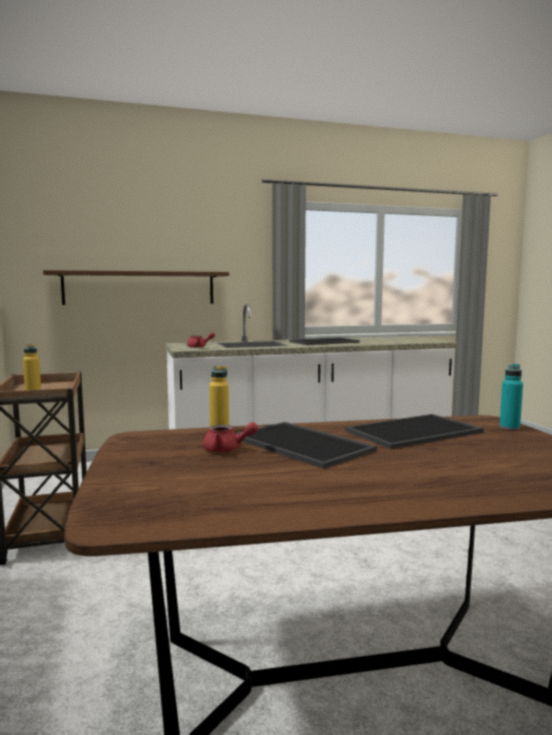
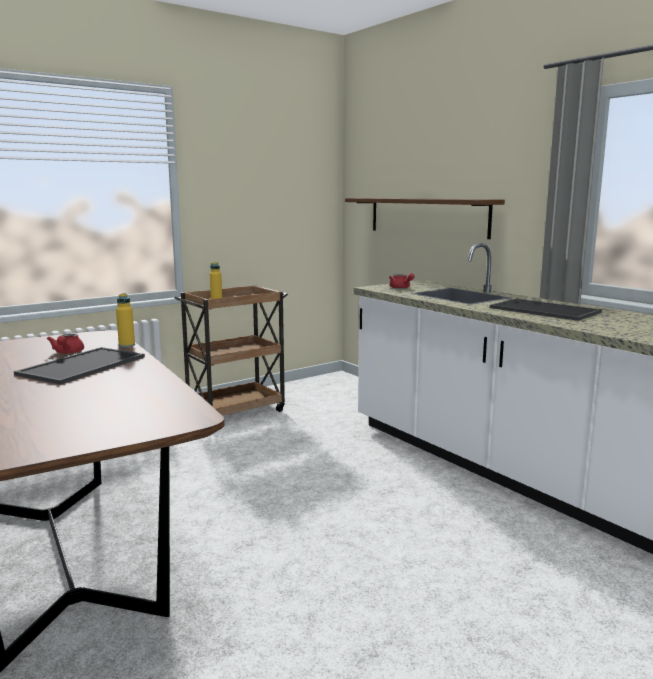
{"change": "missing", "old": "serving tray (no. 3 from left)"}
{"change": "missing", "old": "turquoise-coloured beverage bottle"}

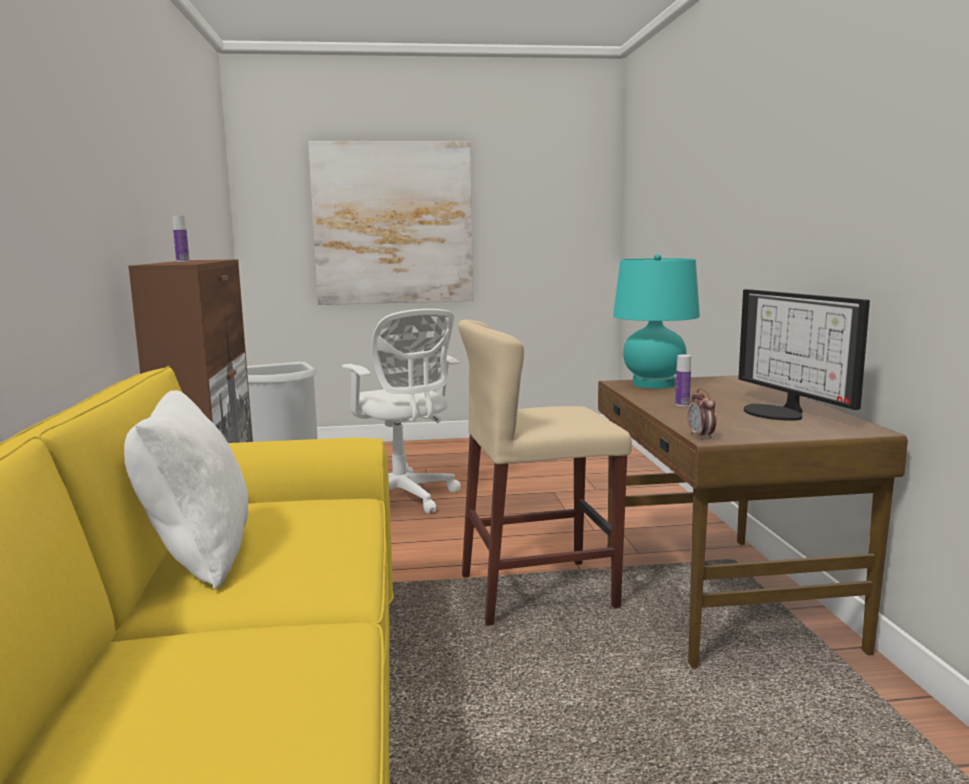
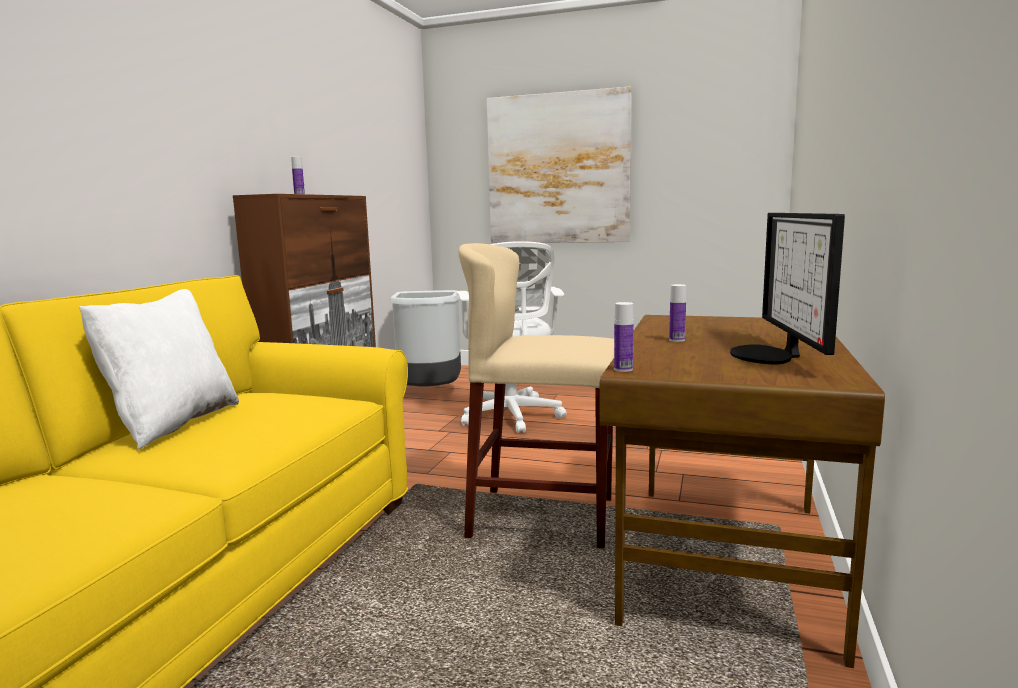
{"change": "exchanged", "old": "bedside clock", "new": "beverage bottle (no. 2 from left)"}
{"change": "missing", "old": "turquoise-coloured tabletop lamp"}

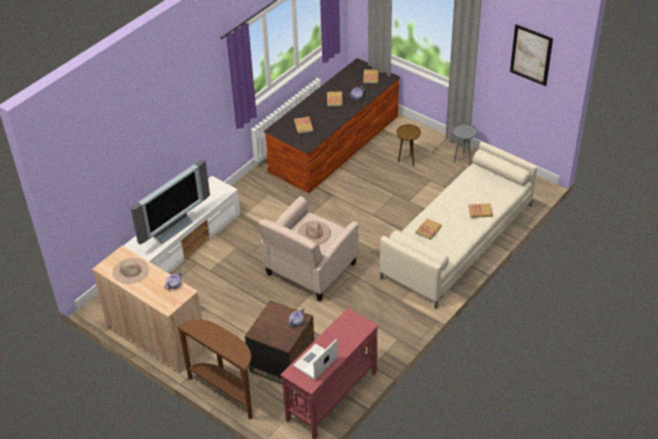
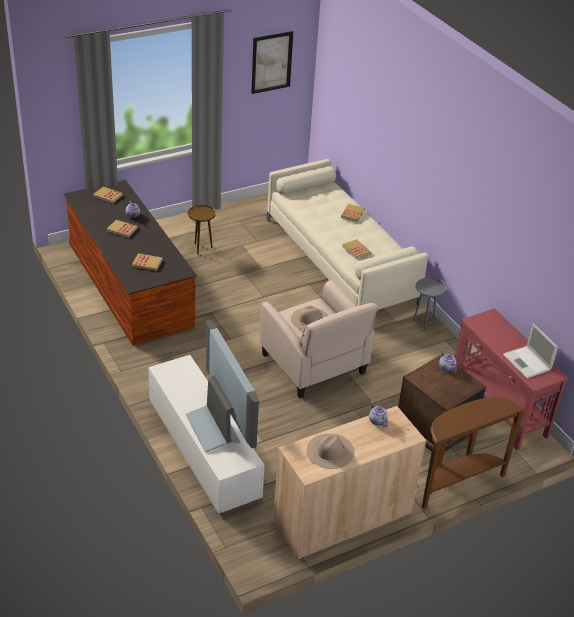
{"change": "relocated", "old": "greyish accent table"}

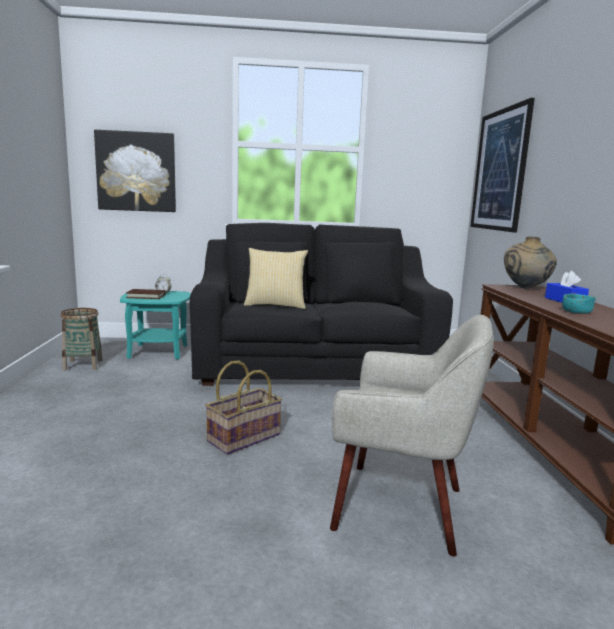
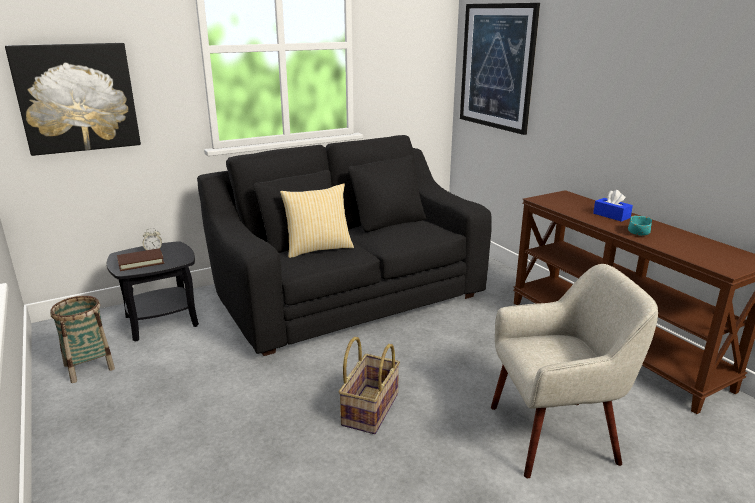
{"change": "colour", "old": "turquoise-coloured accent table", "new": "black accent table"}
{"change": "missing", "old": "beige-coloured flower vase"}

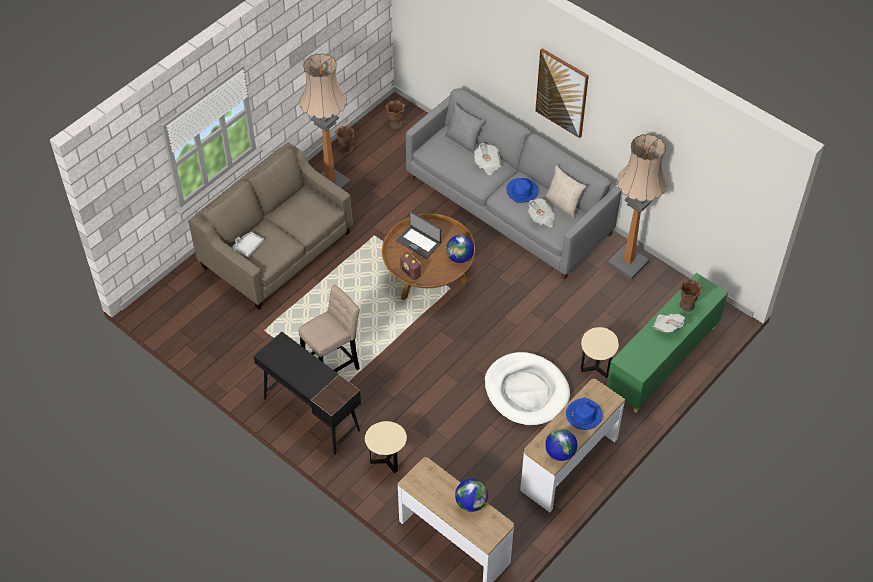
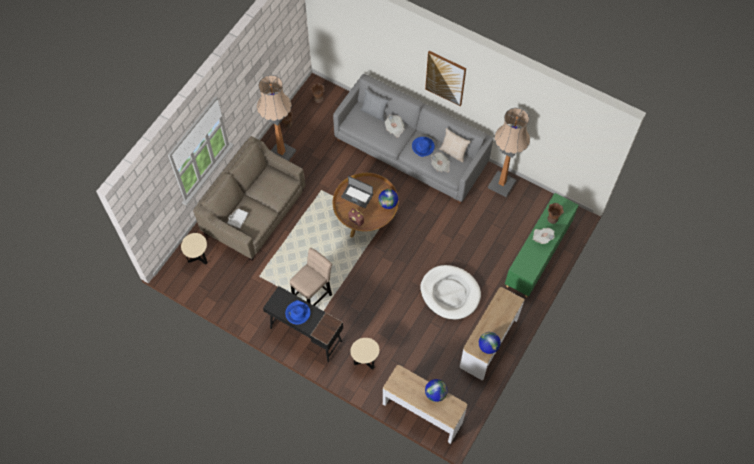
{"change": "relocated", "old": "beige-coloured accent table (no. 2 from left in the first image)", "new": "beige-coloured accent table (no. 1 from left)"}
{"change": "relocated", "old": "blue hat (no. 2 from left in the first image)", "new": "blue hat (no. 1 from left)"}

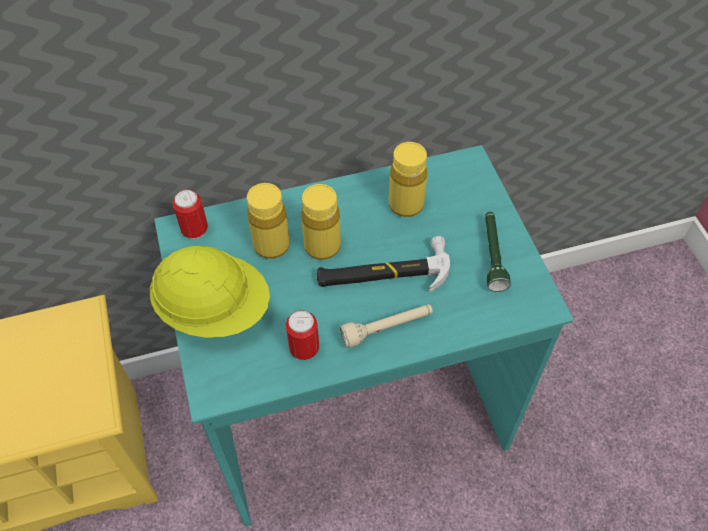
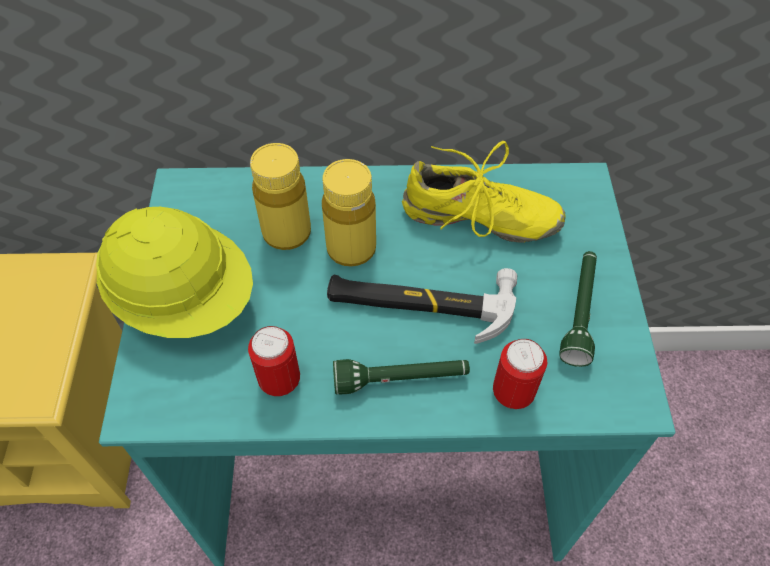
{"change": "colour", "old": "beige-coloured flashlight", "new": "green flashlight (no. 1 from left)"}
{"change": "exchanged", "old": "yellow-coloured beverage bottle (no. 3 from left)", "new": "yellow-coloured low shoe"}
{"change": "relocated", "old": "sealed can (no. 1 from left in the first image)", "new": "sealed can (no. 2 from left)"}

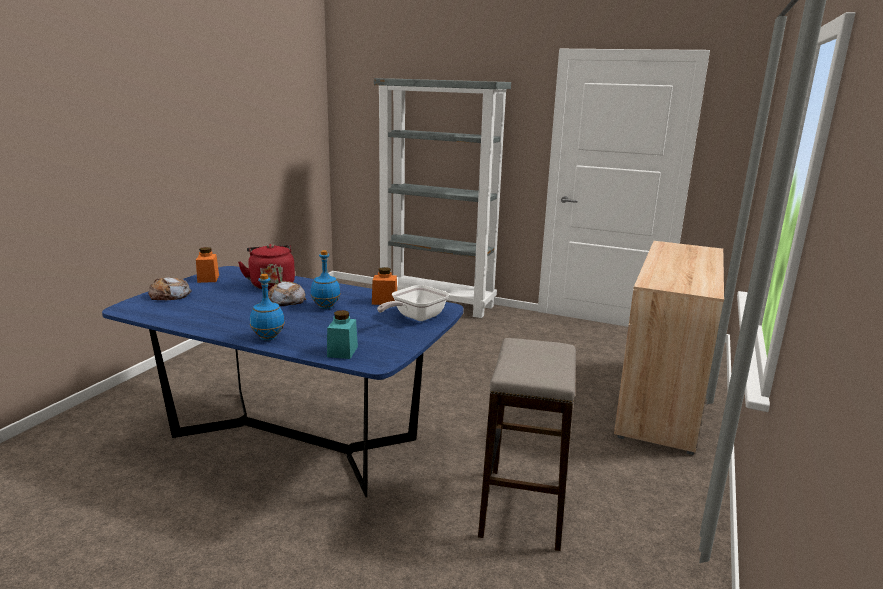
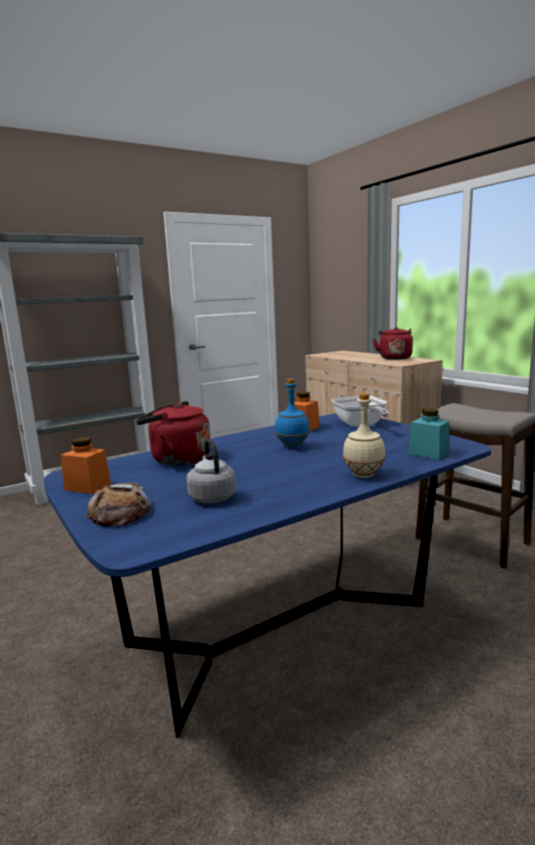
{"change": "appeared", "new": "greyish water kettle"}
{"change": "colour", "old": "blue beverage bottle (no. 1 from left)", "new": "beige-coloured beverage bottle"}
{"change": "appeared", "new": "red-coloured water kettle (no. 2 from left)"}
{"change": "missing", "old": "baked bread (no. 2 from left)"}

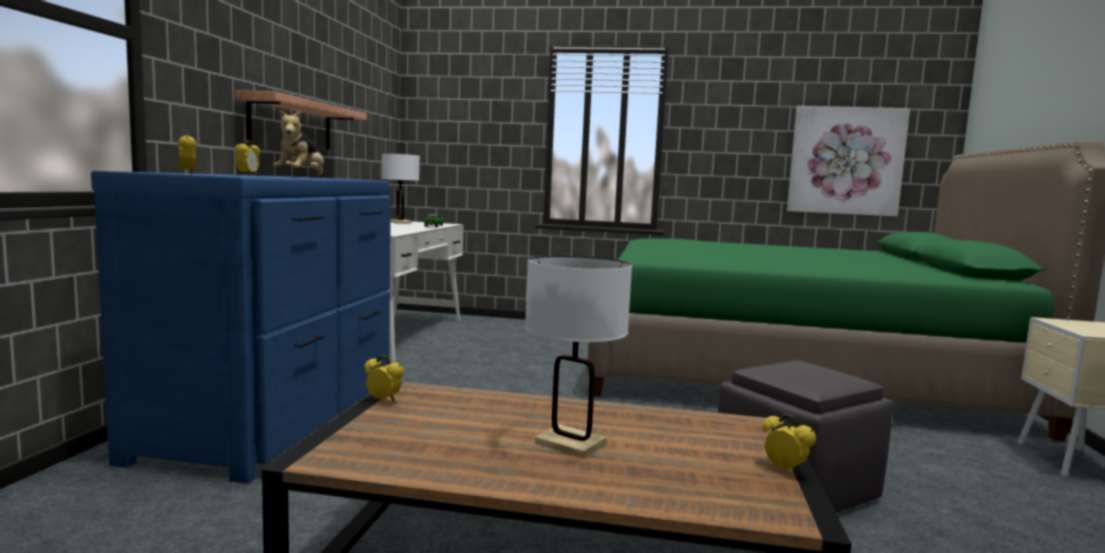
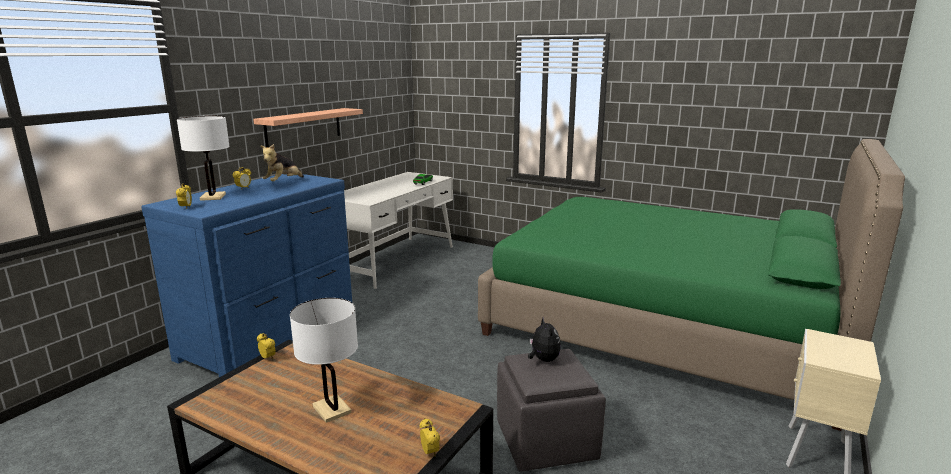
{"change": "relocated", "old": "whitish tabletop lamp (no. 1 from left)"}
{"change": "appeared", "new": "plush toy (no. 2 from left)"}
{"change": "missing", "old": "picture"}

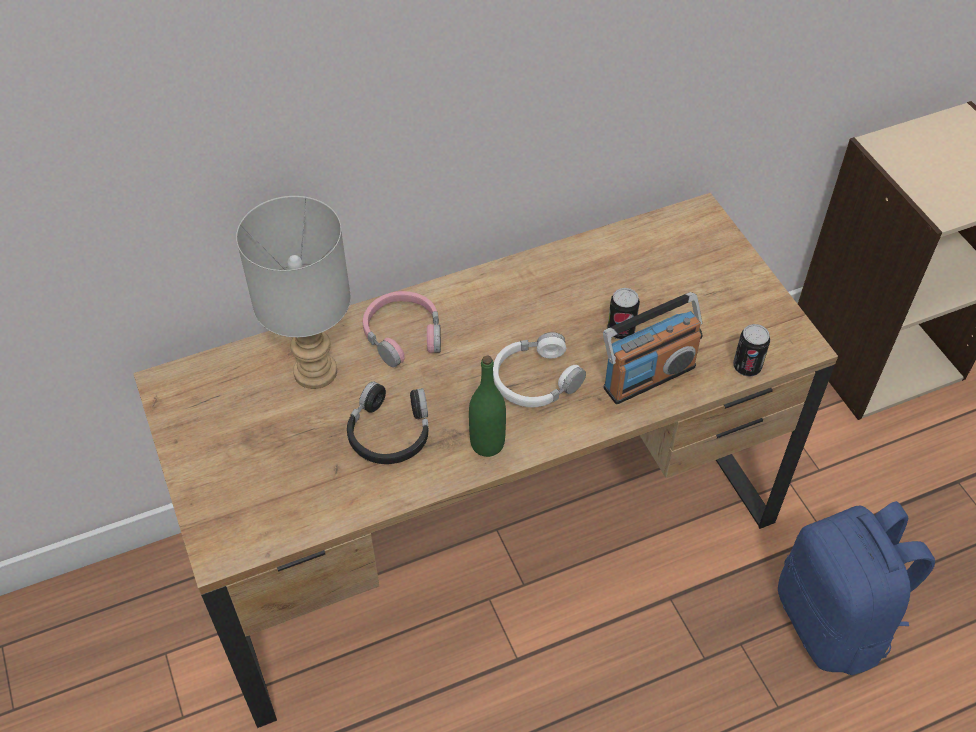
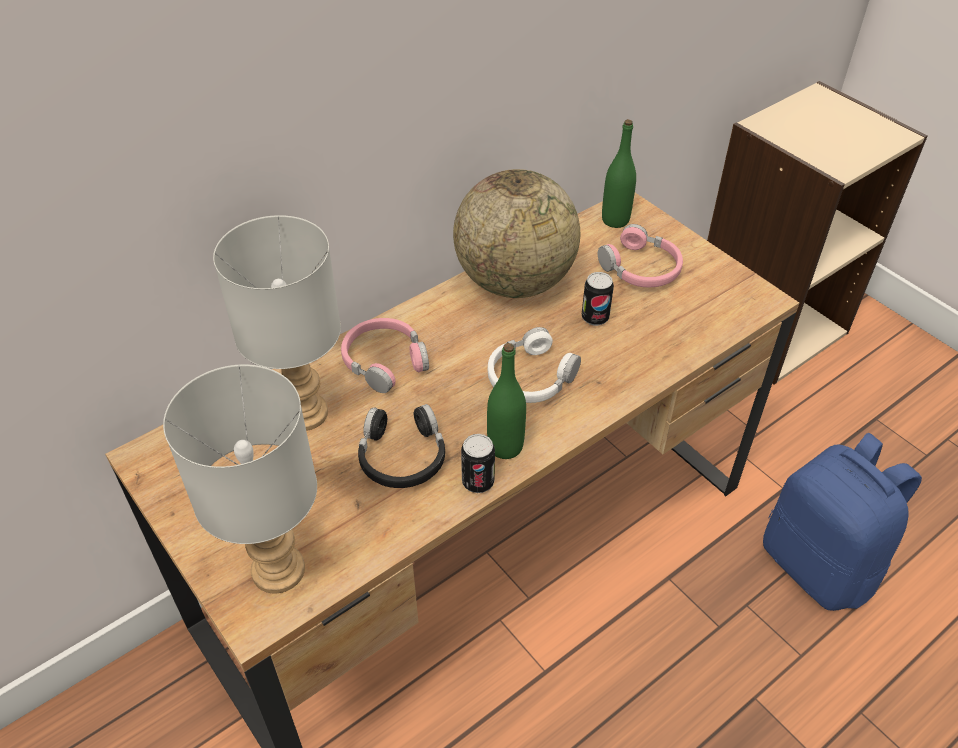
{"change": "appeared", "new": "greyish tabletop lamp (no. 1 from left)"}
{"change": "appeared", "new": "globe"}
{"change": "relocated", "old": "sealed can (no. 2 from left in the first image)", "new": "sealed can (no. 1 from left)"}
{"change": "appeared", "new": "pink pair of headphones (no. 2 from left)"}
{"change": "appeared", "new": "green beverage bottle (no. 2 from left)"}
{"change": "missing", "old": "radio"}

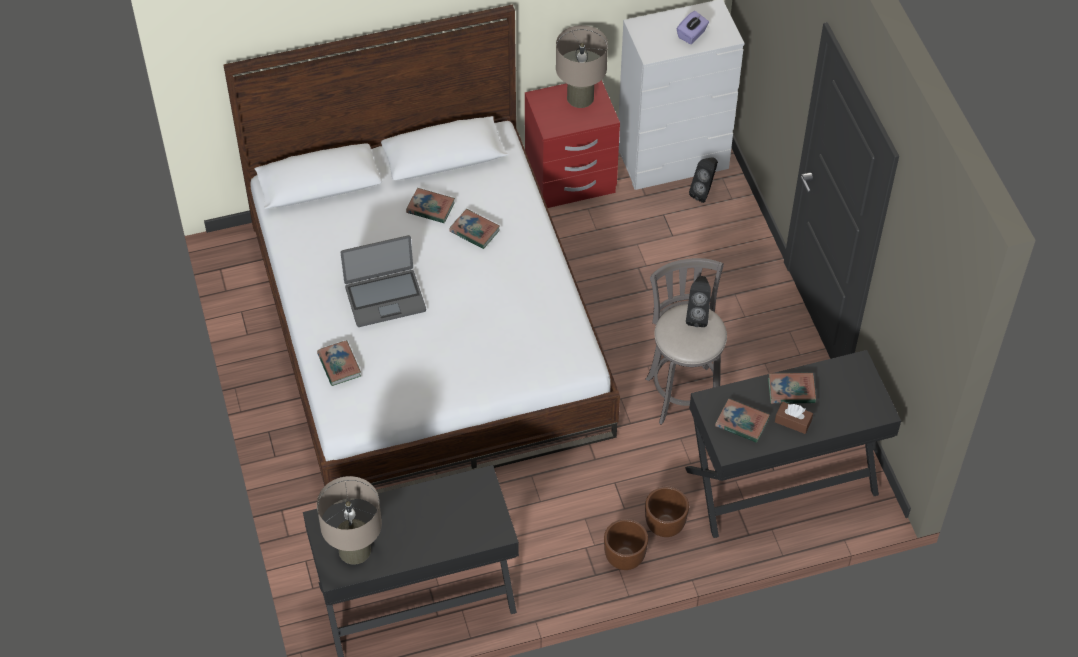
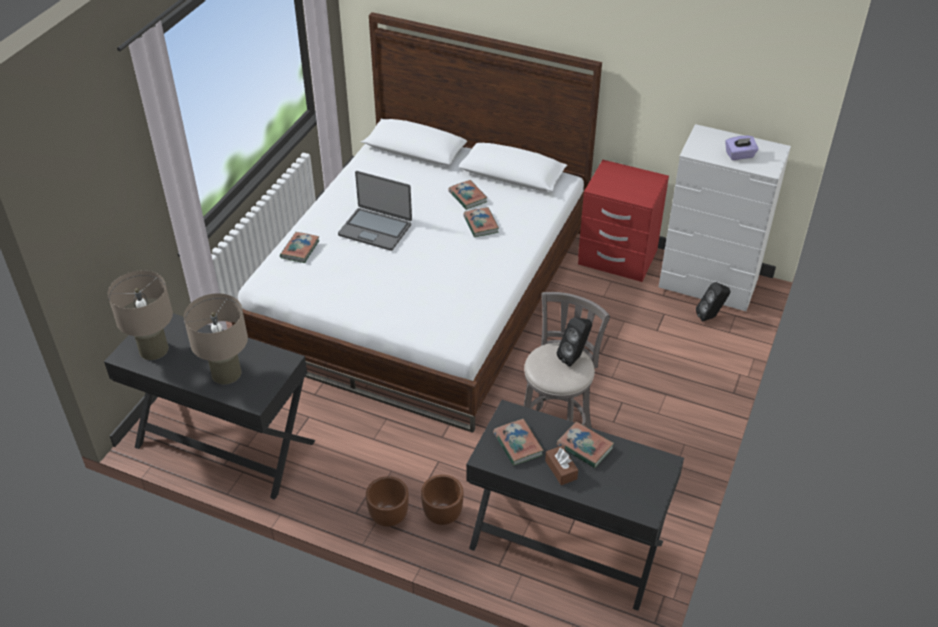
{"change": "relocated", "old": "beige-coloured tabletop lamp (no. 2 from left)"}

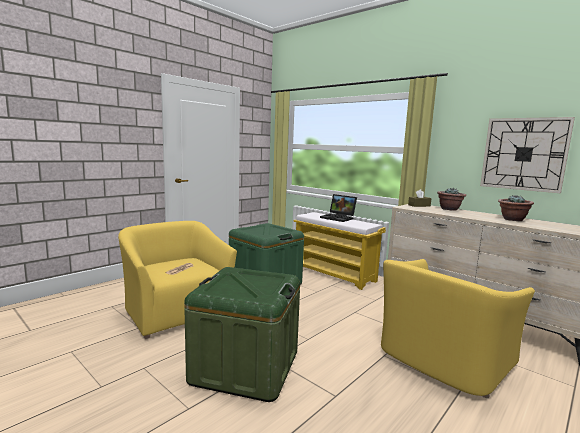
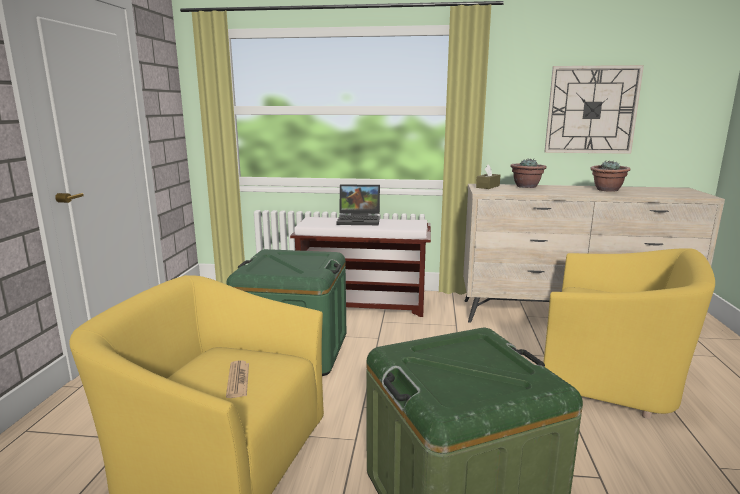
{"change": "colour", "old": "yellow-coloured long seat", "new": "brown-coloured long seat"}
{"change": "spun", "old": "yellow-coloured armchair (no. 2 from left)", "degrees": -75}

